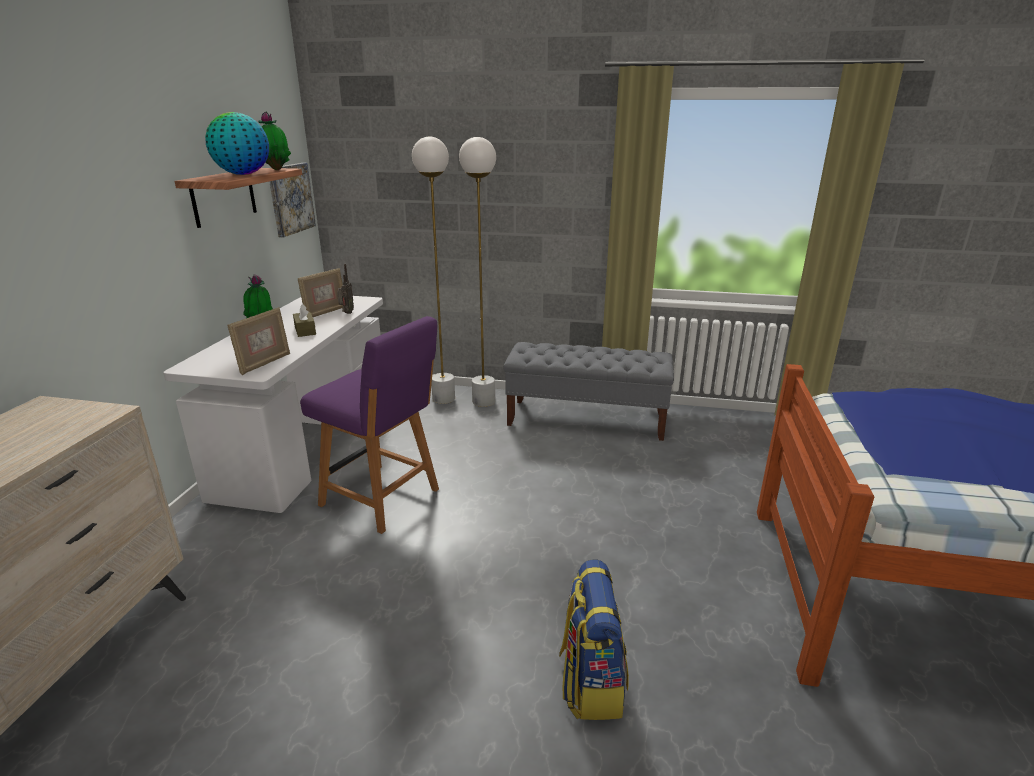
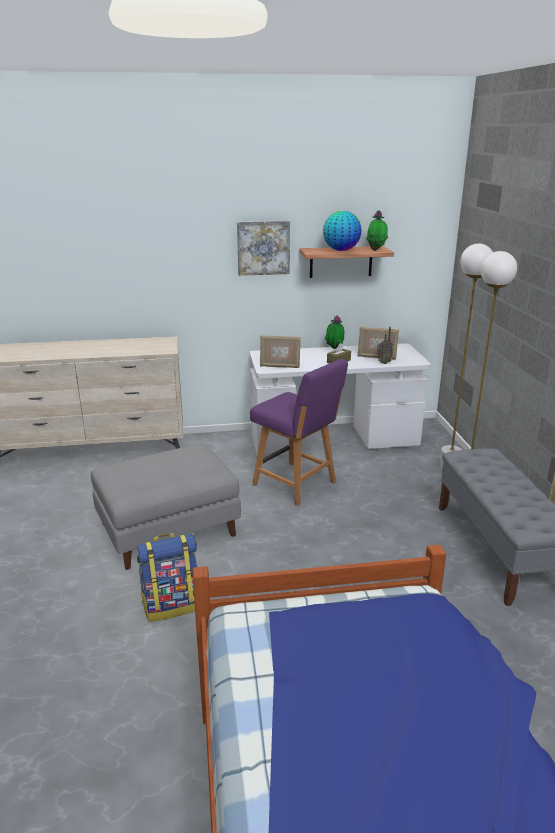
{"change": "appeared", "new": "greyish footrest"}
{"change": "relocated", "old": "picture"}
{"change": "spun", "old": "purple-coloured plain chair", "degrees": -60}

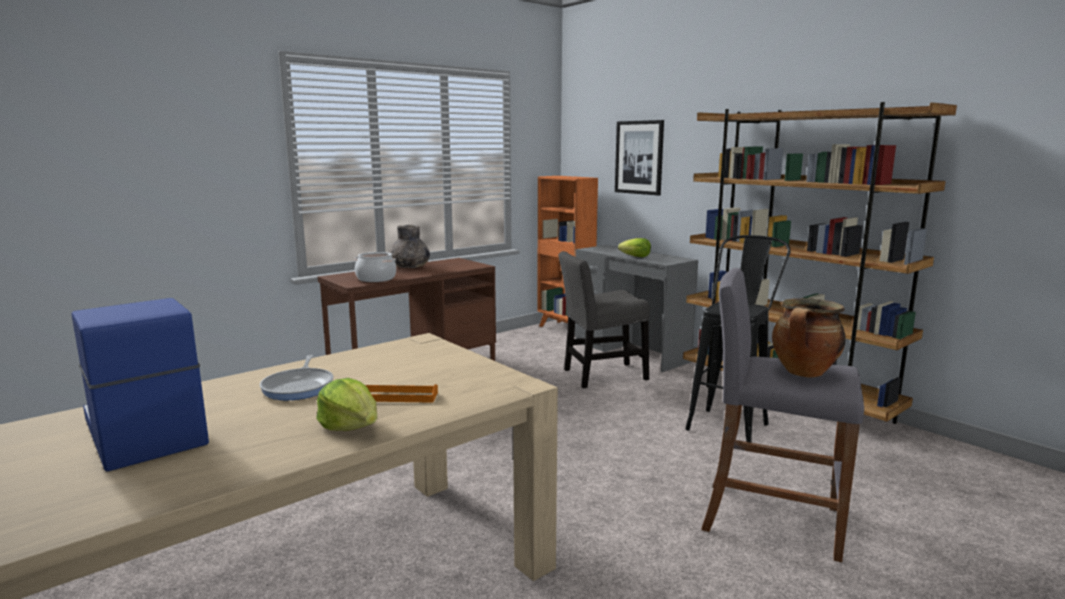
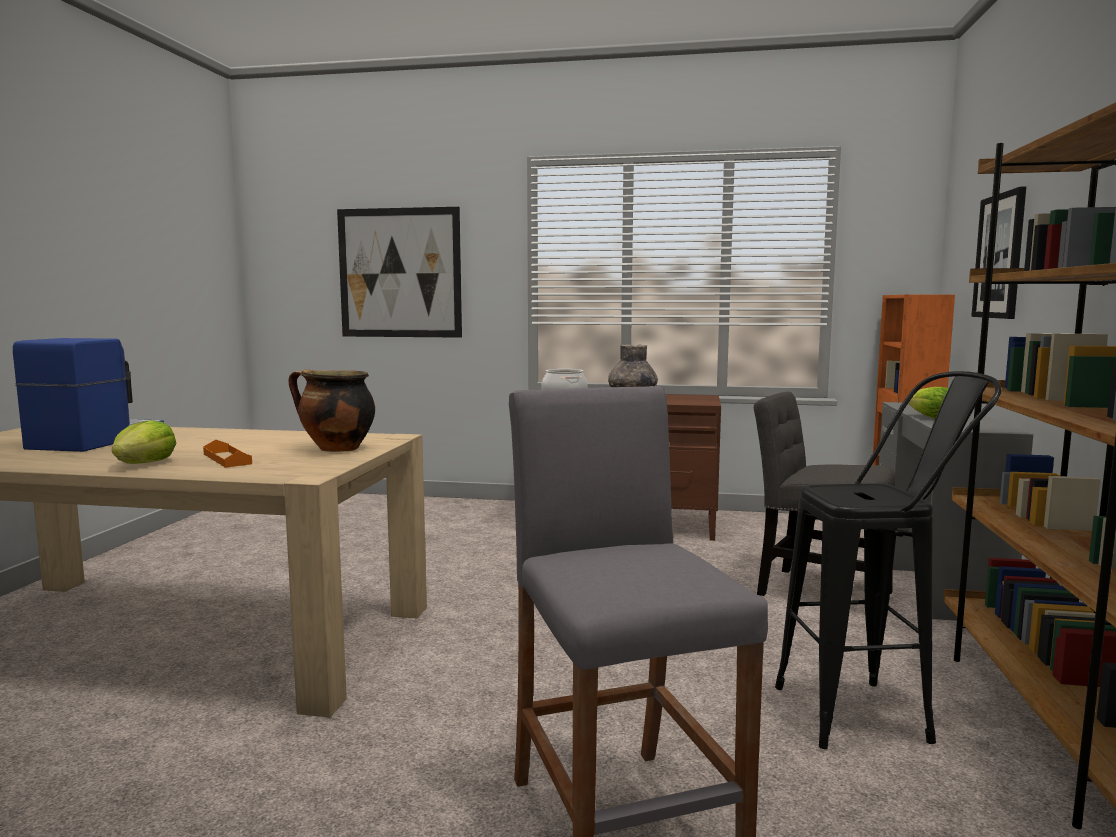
{"change": "relocated", "old": "stockpot (no. 2 from left in the first image)", "new": "stockpot (no. 1 from left)"}
{"change": "appeared", "new": "picture (no. 1 from left)"}
{"change": "missing", "old": "skillet"}

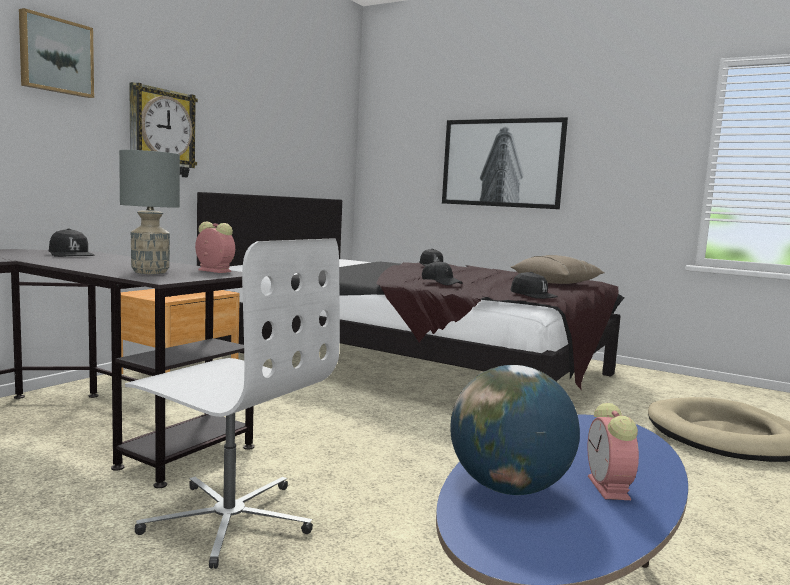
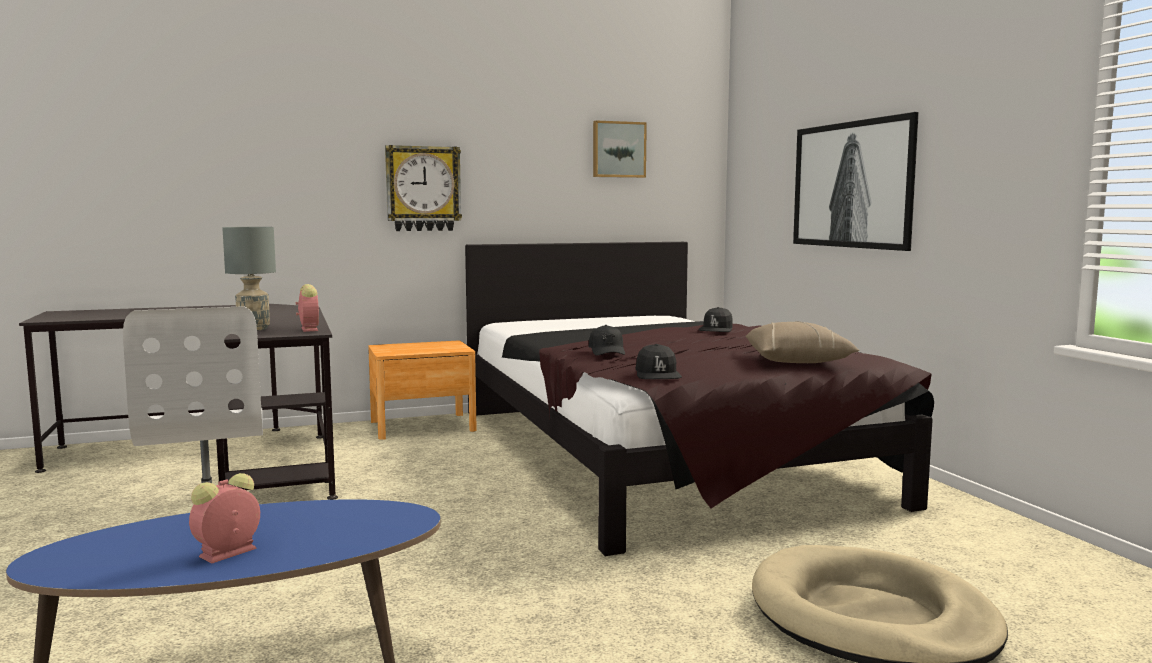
{"change": "relocated", "old": "picture (no. 1 from left)"}
{"change": "missing", "old": "black cap (no. 1 from left)"}
{"change": "missing", "old": "globe"}

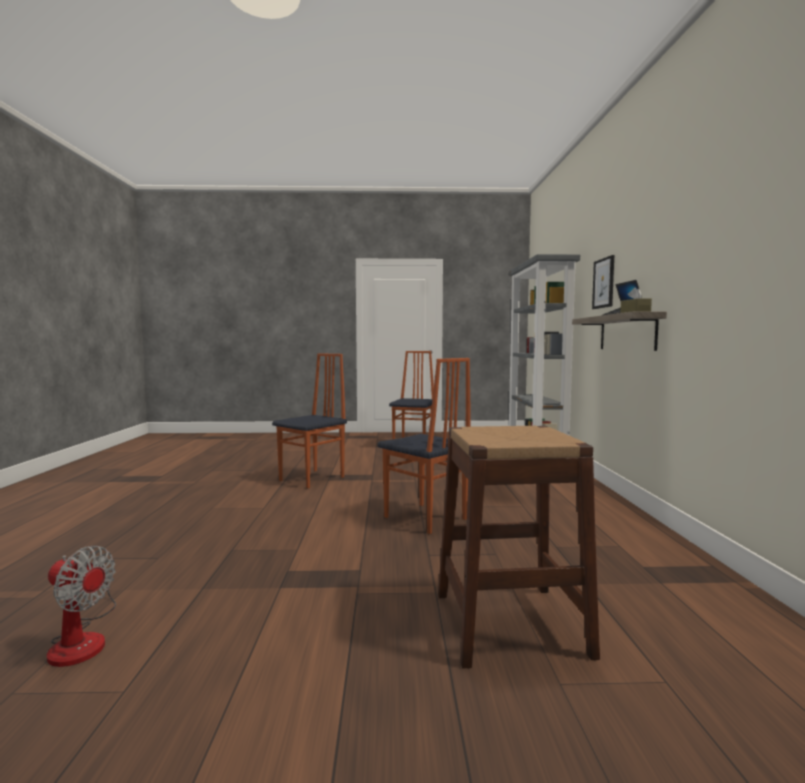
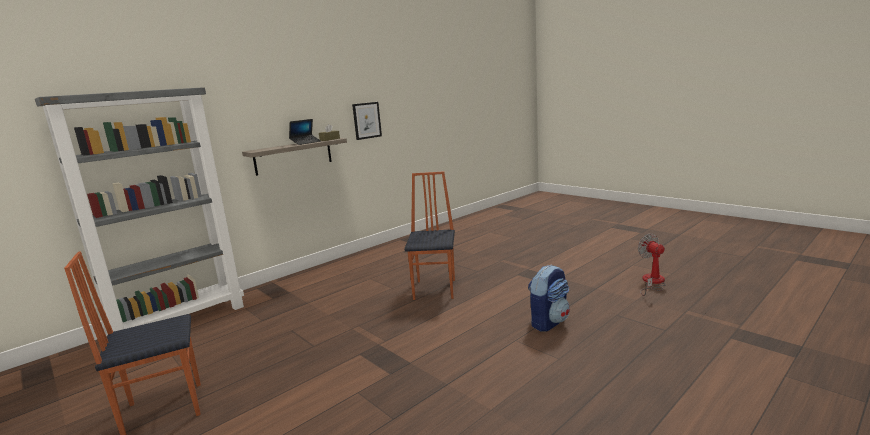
{"change": "relocated", "old": "picture"}
{"change": "appeared", "new": "rucksack"}
{"change": "missing", "old": "plain chair (no. 1 from left)"}
{"change": "missing", "old": "brown-coloured stool seat"}

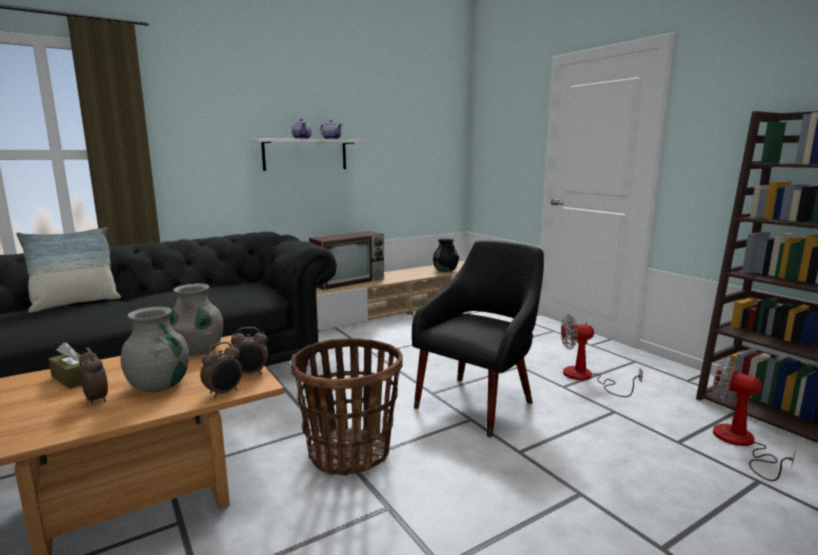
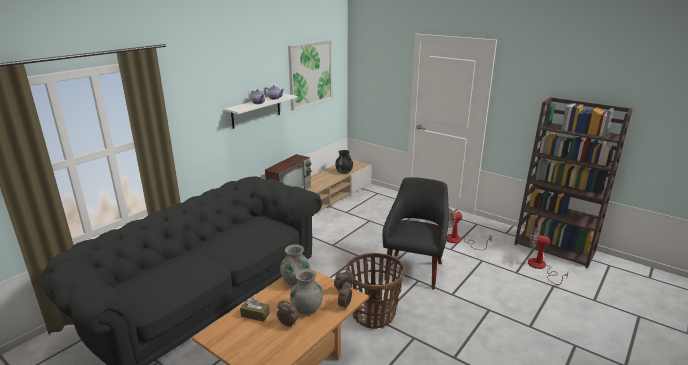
{"change": "appeared", "new": "picture"}
{"change": "missing", "old": "throw pillow"}

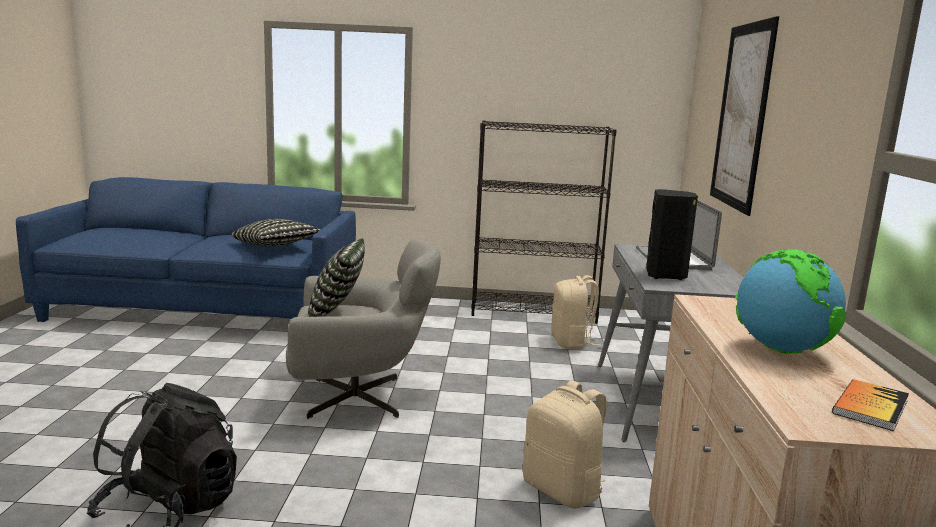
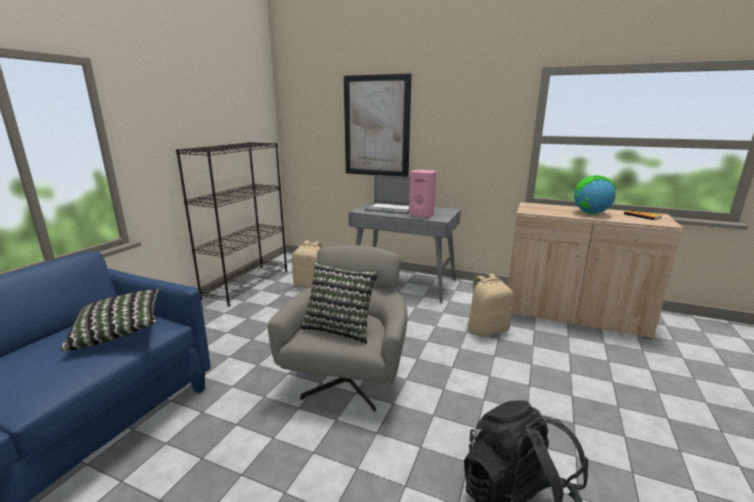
{"change": "colour", "old": "black speaker", "new": "pink speaker"}

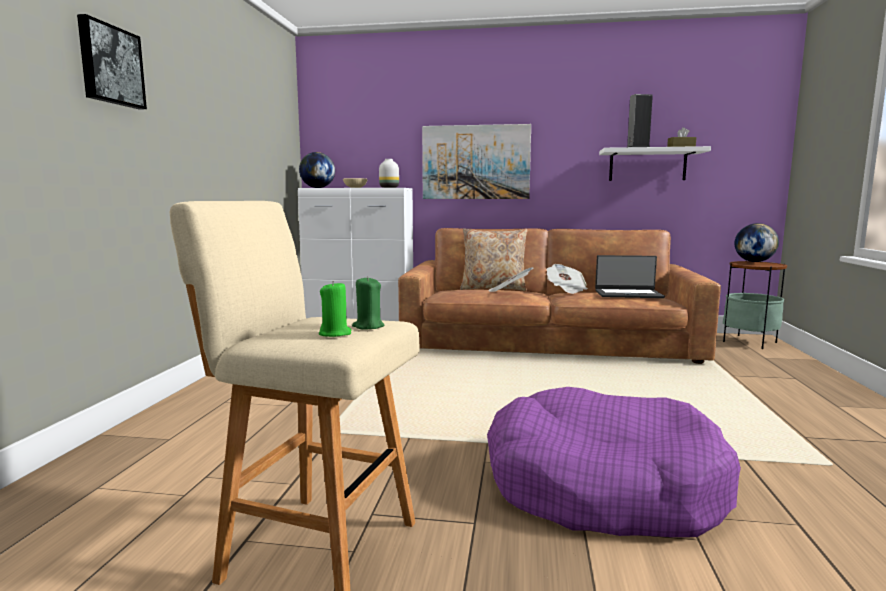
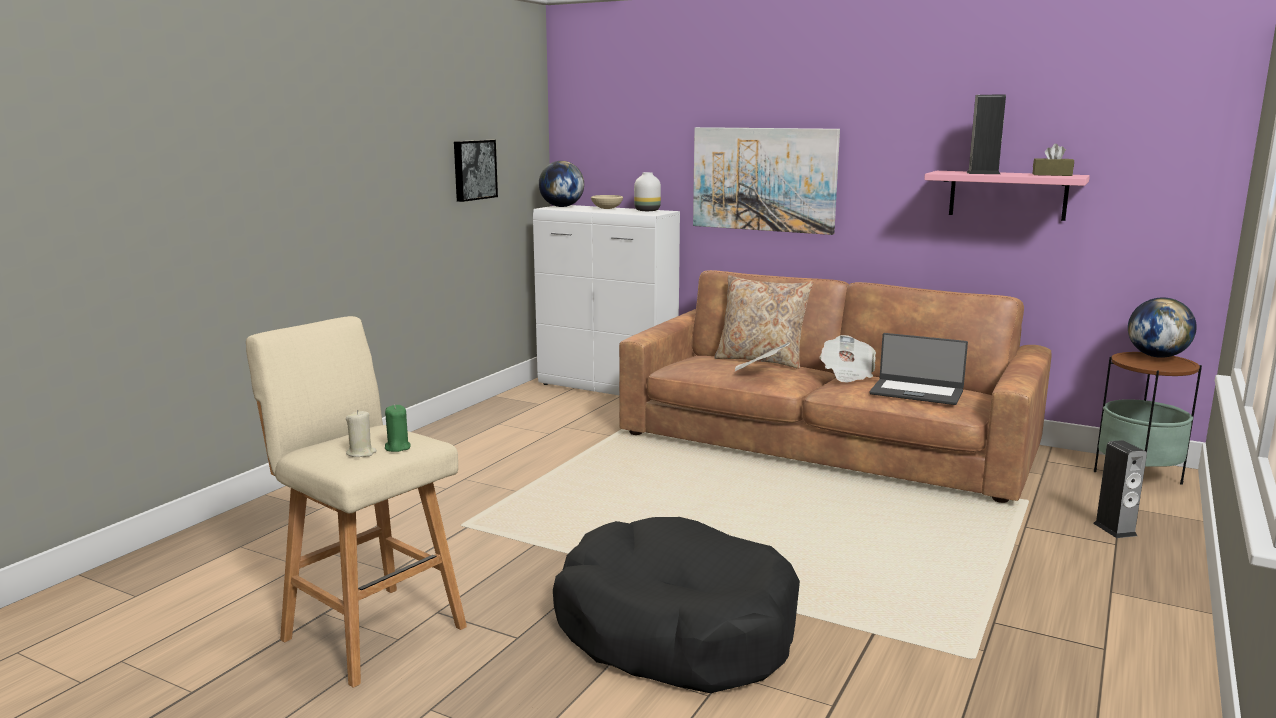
{"change": "colour", "old": "green wax candle (no. 1 from left)", "new": "beige-coloured wax candle"}
{"change": "relocated", "old": "picture (no. 1 from left)"}
{"change": "colour", "old": "purple-coloured dog bed", "new": "black dog bed"}
{"change": "colour", "old": "whitish shelf", "new": "pink shelf"}
{"change": "appeared", "new": "speaker (no. 2 from left)"}

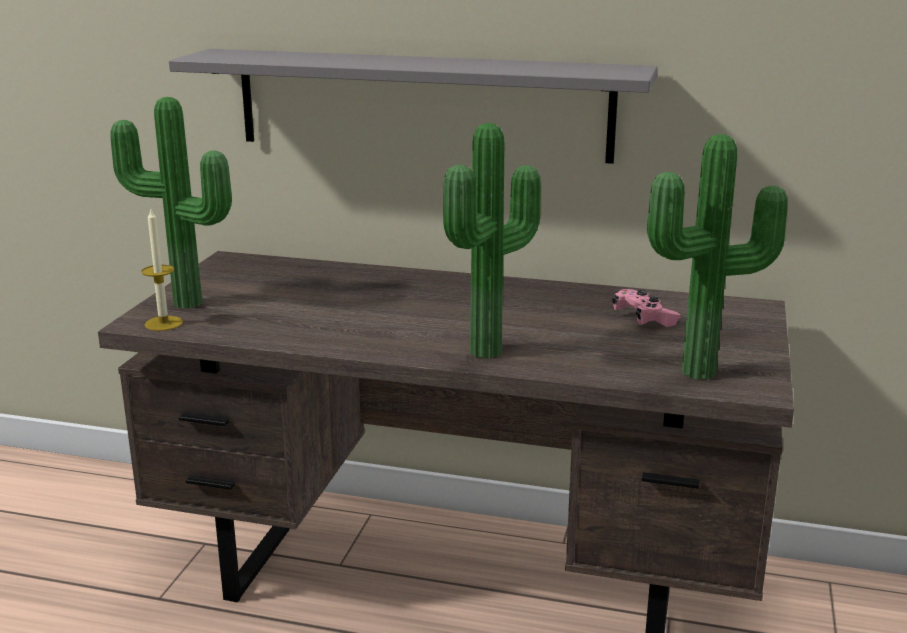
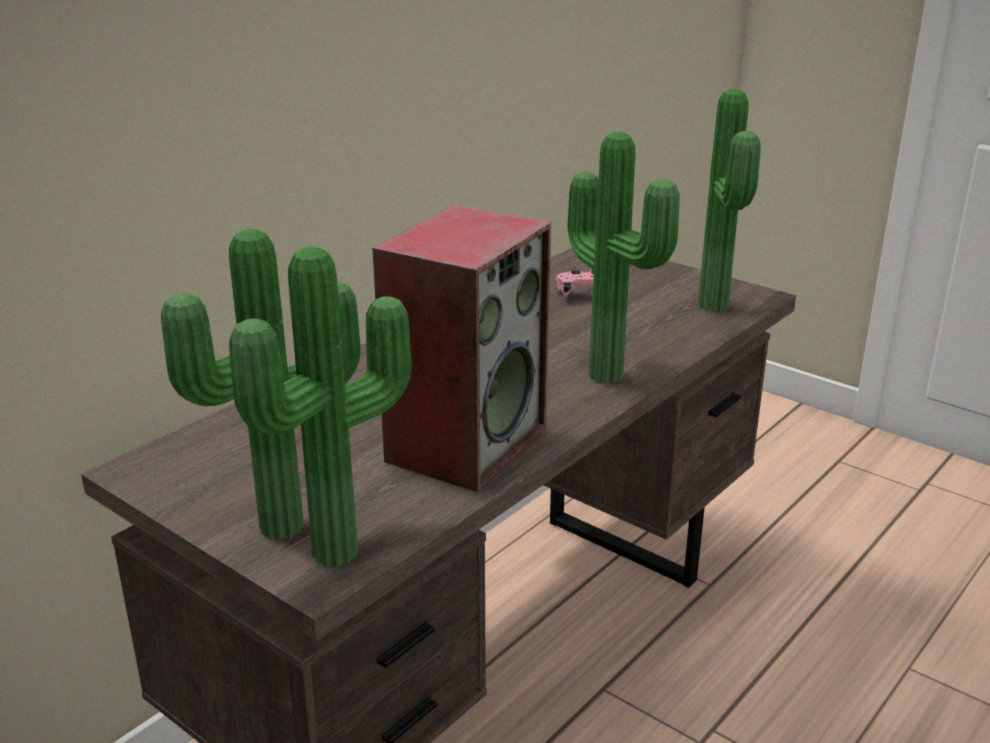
{"change": "exchanged", "old": "wax candle", "new": "potted plant (no. 2 from left)"}
{"change": "appeared", "new": "speaker"}
{"change": "missing", "old": "greyish shelf"}

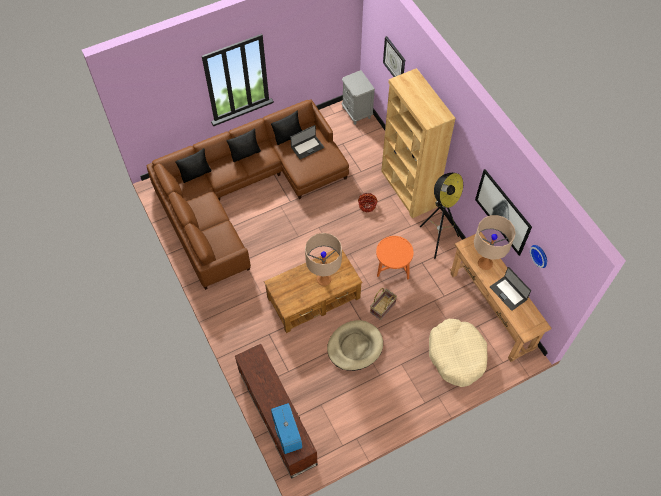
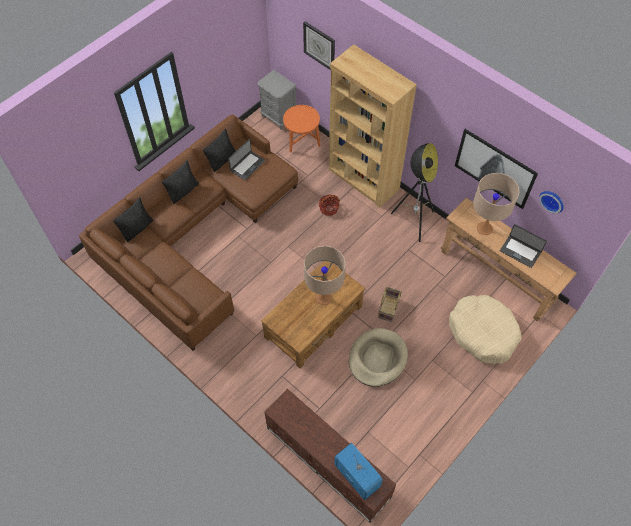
{"change": "relocated", "old": "orangey accent table"}

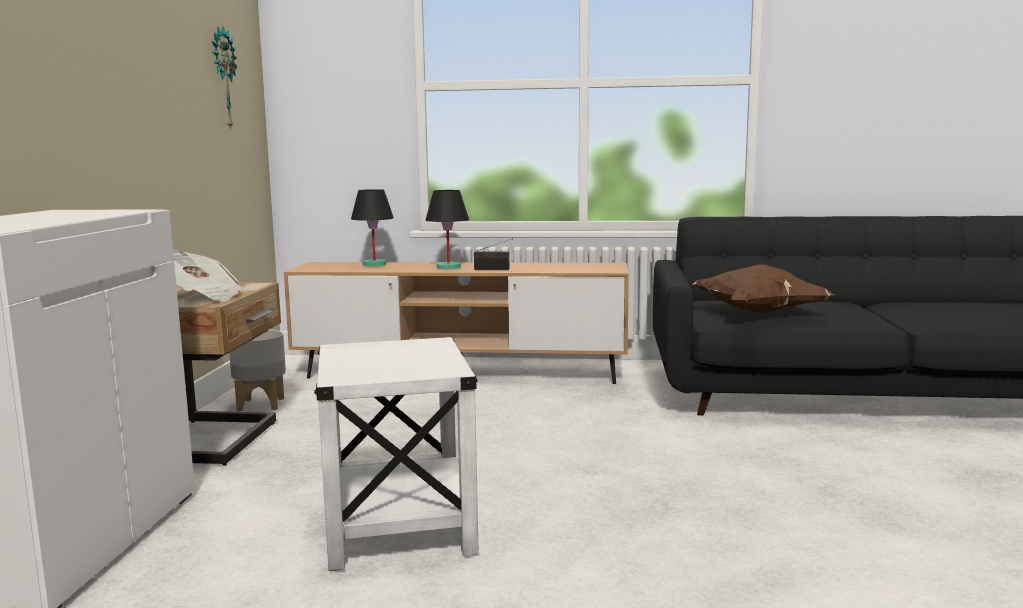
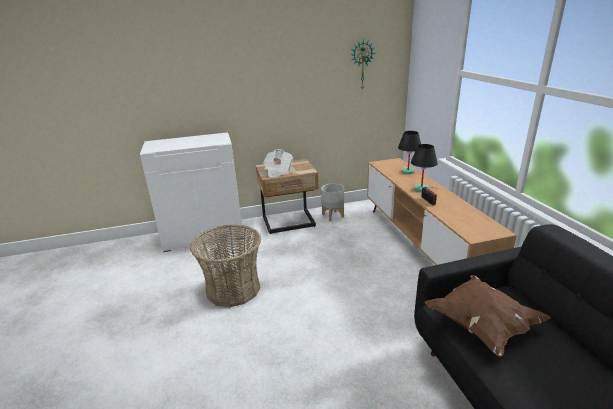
{"change": "exchanged", "old": "whitish accent table", "new": "storage basket"}

